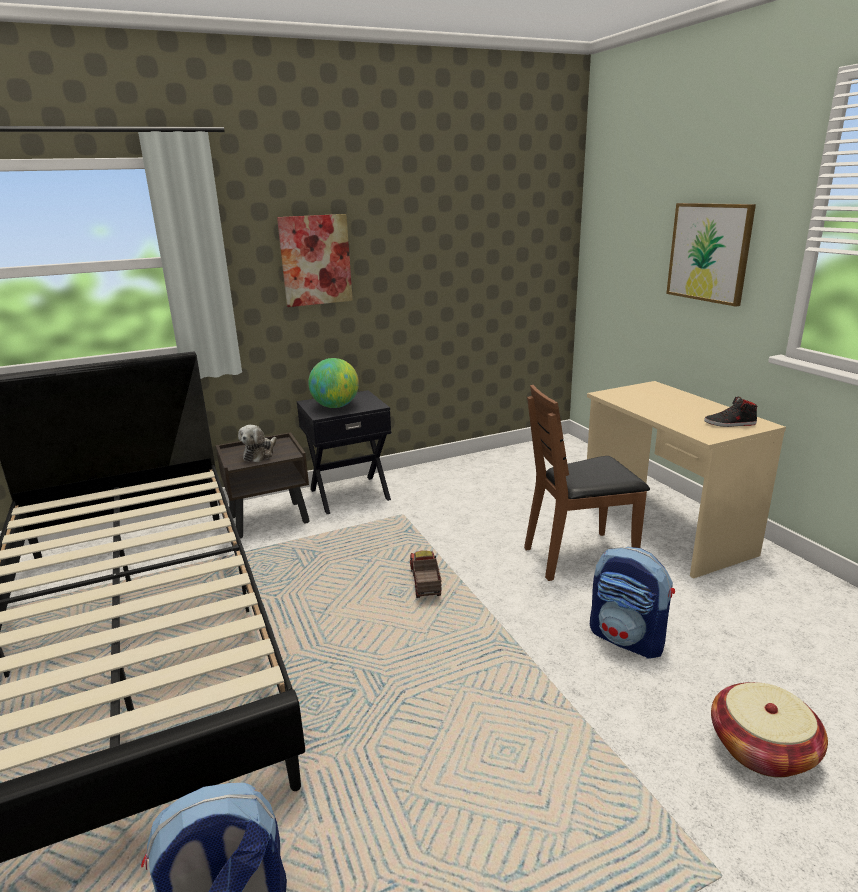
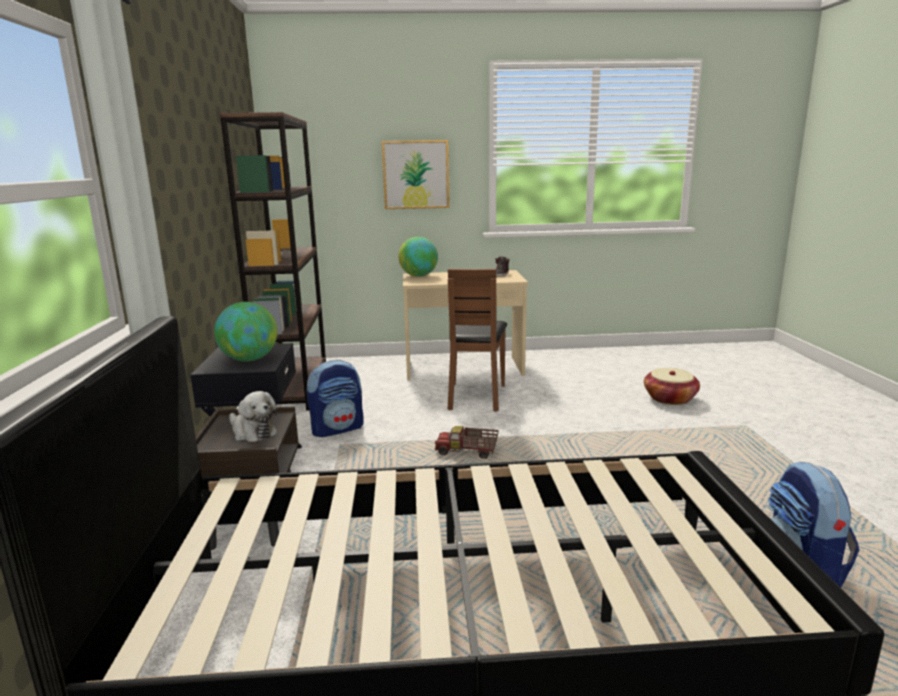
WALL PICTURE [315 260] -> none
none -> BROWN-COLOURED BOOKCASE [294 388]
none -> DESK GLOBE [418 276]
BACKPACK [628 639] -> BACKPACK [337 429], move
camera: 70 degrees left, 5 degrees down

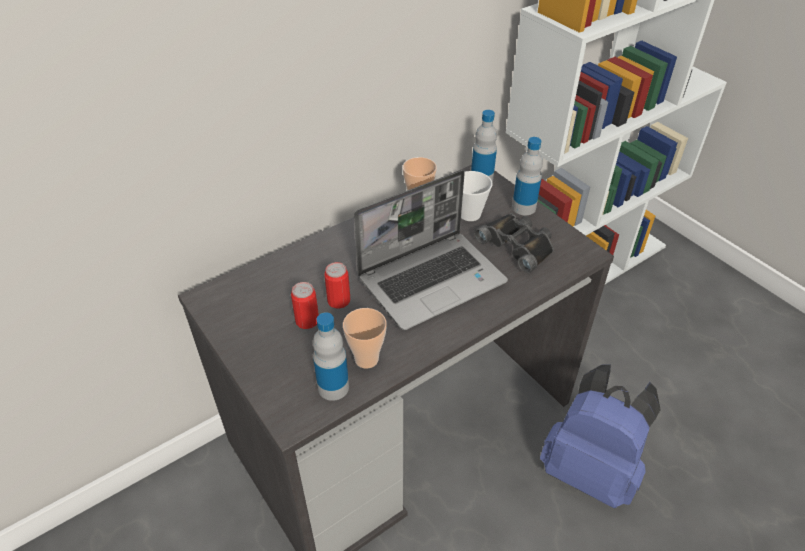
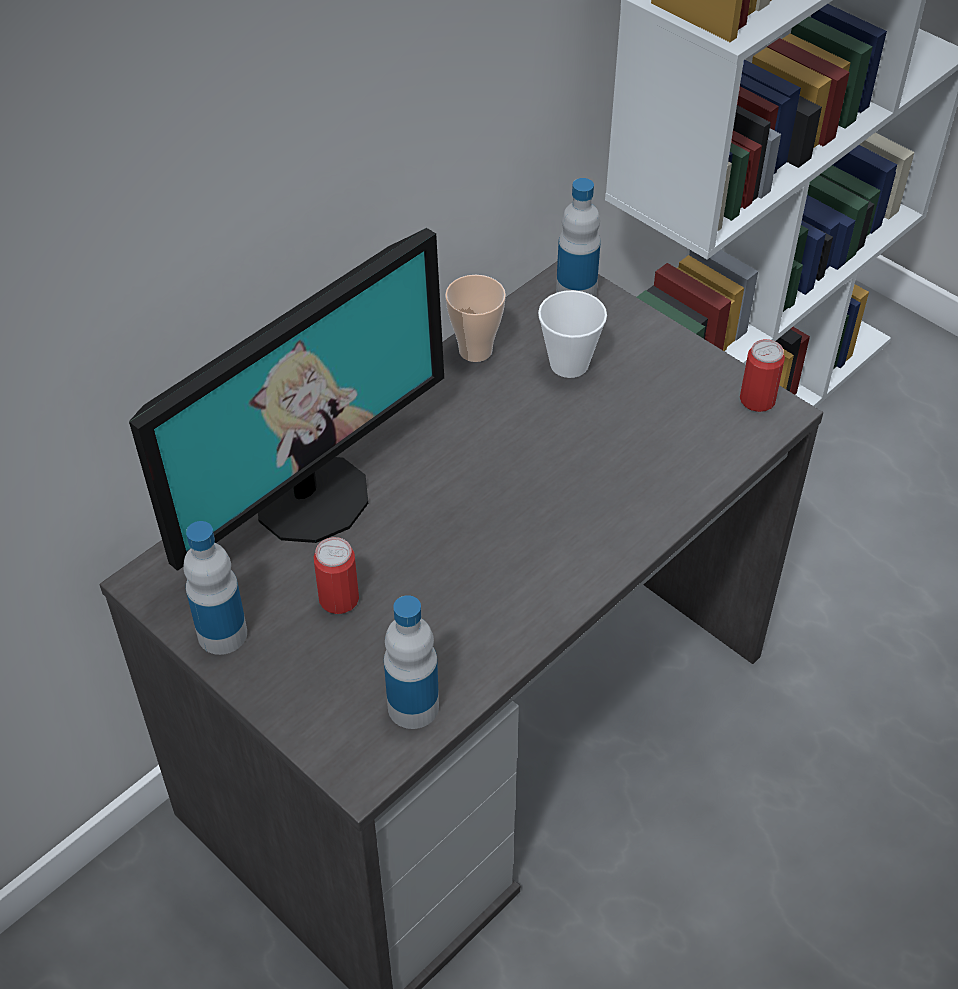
DRINKING CUP [366 359] -> none
LAPTOP [432 279] -> none
BLACK PAIR OF BINOCULARS [517 245] -> none
BLUE BACKPACK [589 470] -> none
none -> COMPUTER SCREEN [311 497]
CAN [339 300] -> CAN [757 400], move
BEVERAGE BOTTLE [523 207] -> BEVERAGE BOTTLE [222 634], move
camera: 10 degrees left, 5 degrees up

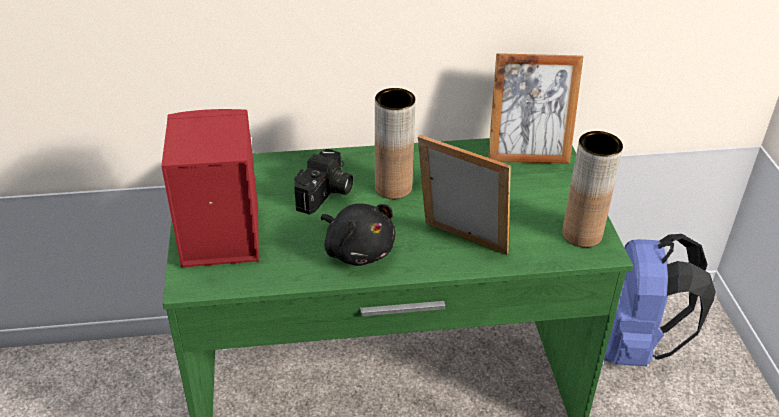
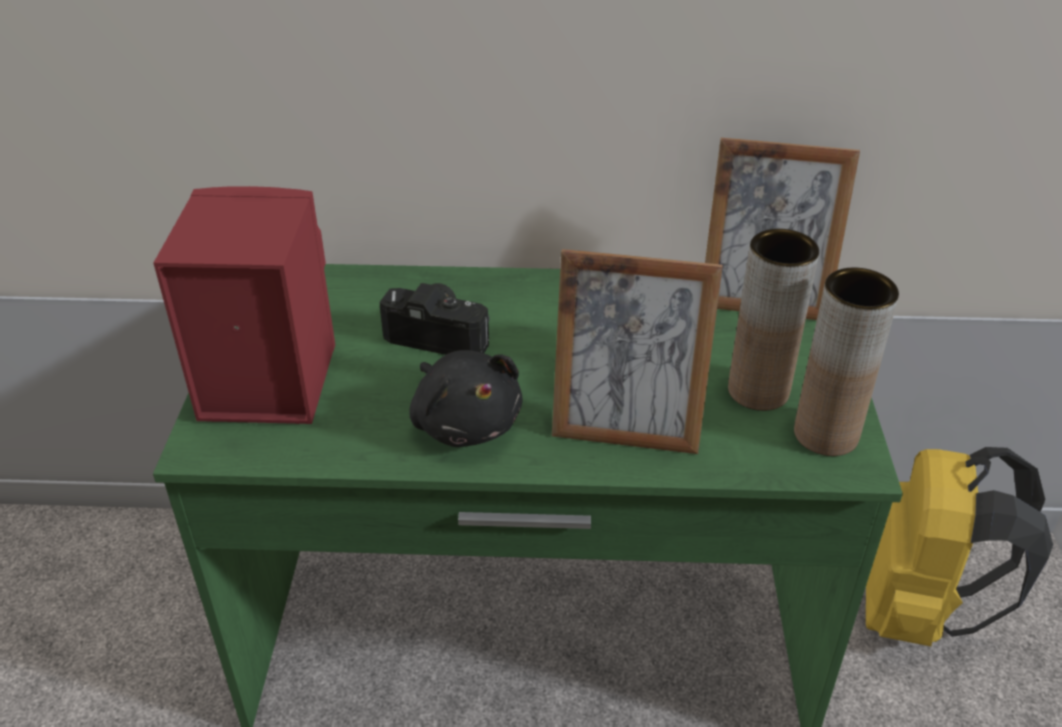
BROWN-COLOURED FLOWER VASE [393 188] -> BROWN-COLOURED FLOWER VASE [758 391], move
BLUE BACKPACK [634 345] -> YELLOWISH BACKPACK [918 609]
PHOTO CAMERA [326 195] -> PHOTO CAMERA [441 334], 105 degrees counterclockwise
PICTURE FRAME [460 244] -> PICTURE FRAME [626 430], 150 degrees clockwise
camera: 10 degrees right, 0 degrees up

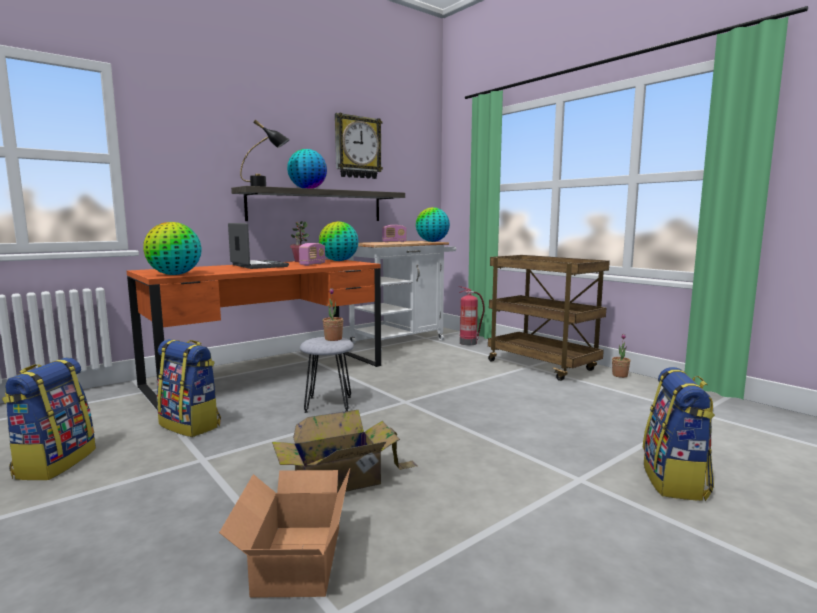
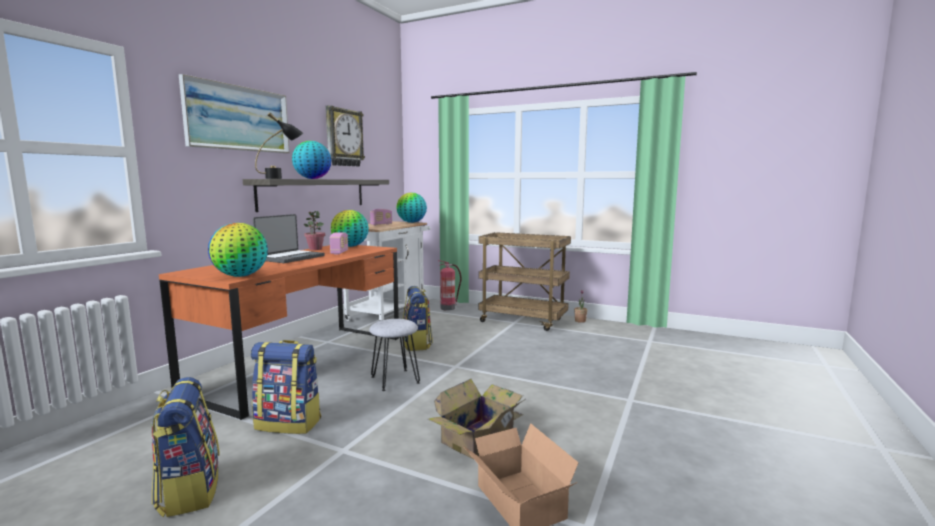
HOUSEPLANT [333 339] -> none
none -> WALL PICTURE [238 118]
BACKPACK [675 481] -> BACKPACK [417 344], move
LAPTOP [257 266] -> LAPTOP [290 258], 90 degrees clockwise
camera: 25 degrees left, 0 degrees up

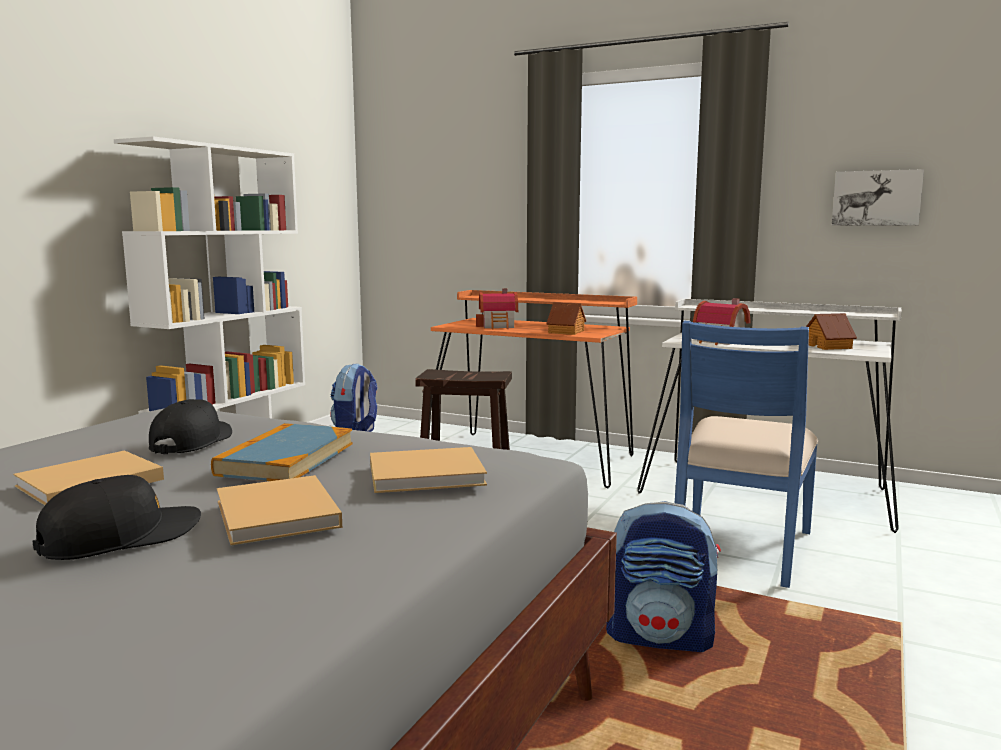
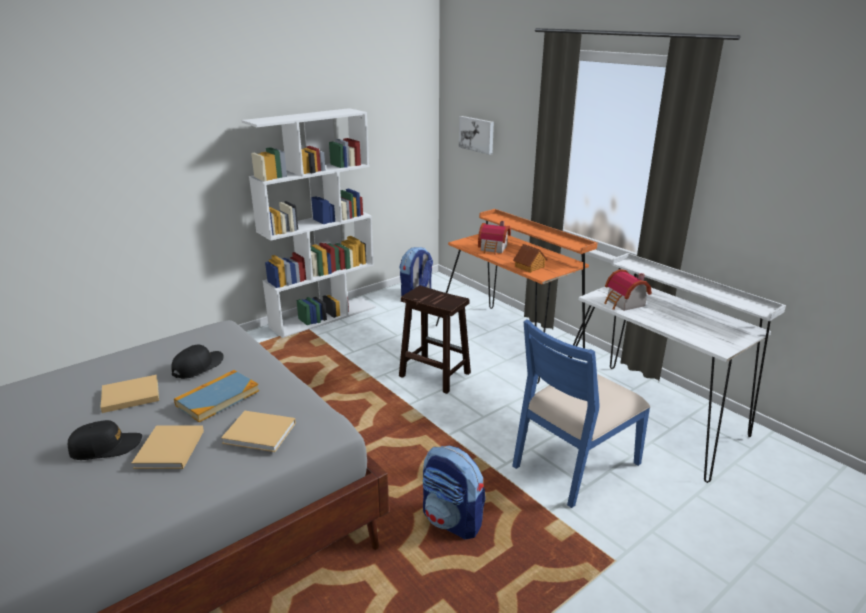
MINIATURE HOUSE [828 346] -> none
WALL PICTURE [876 198] -> WALL PICTURE [477 134], move
camera: 25 degrees right, 15 degrees up

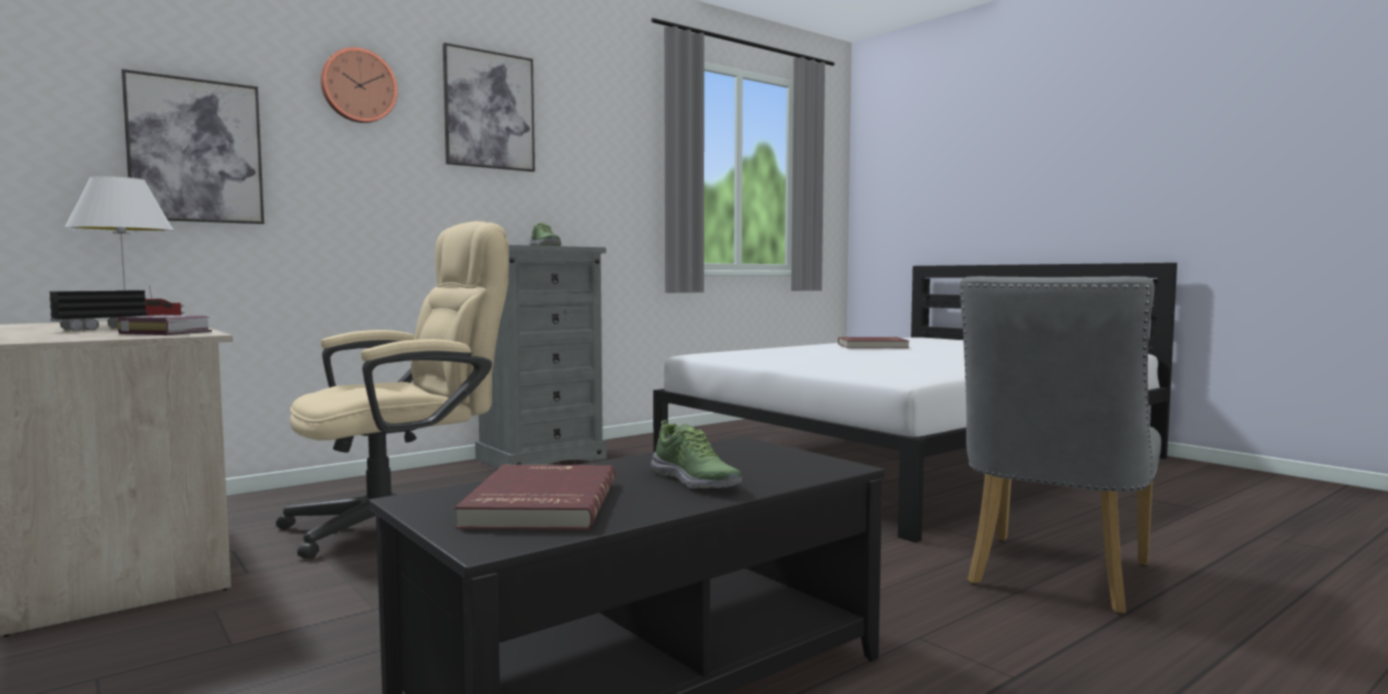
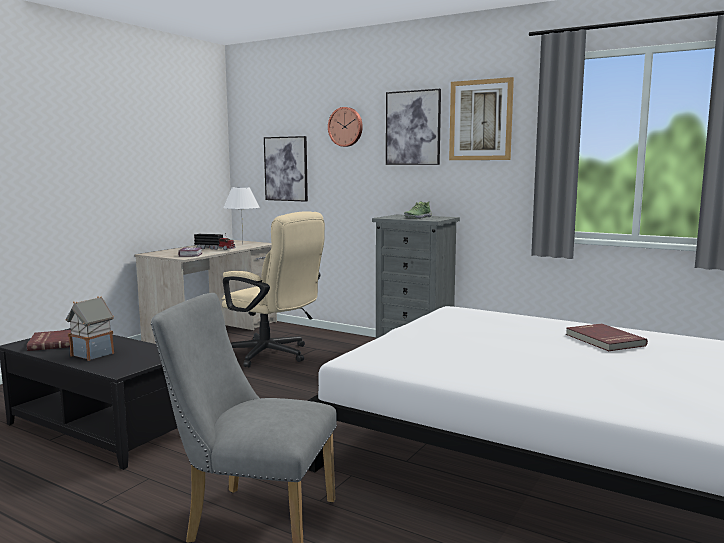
none -> WALL PICTURE [480 120]
ITEM OF FOOTWEAR [695 481] -> MINIATURE HOUSE [93 354]
camera: 70 degrees right, 5 degrees up

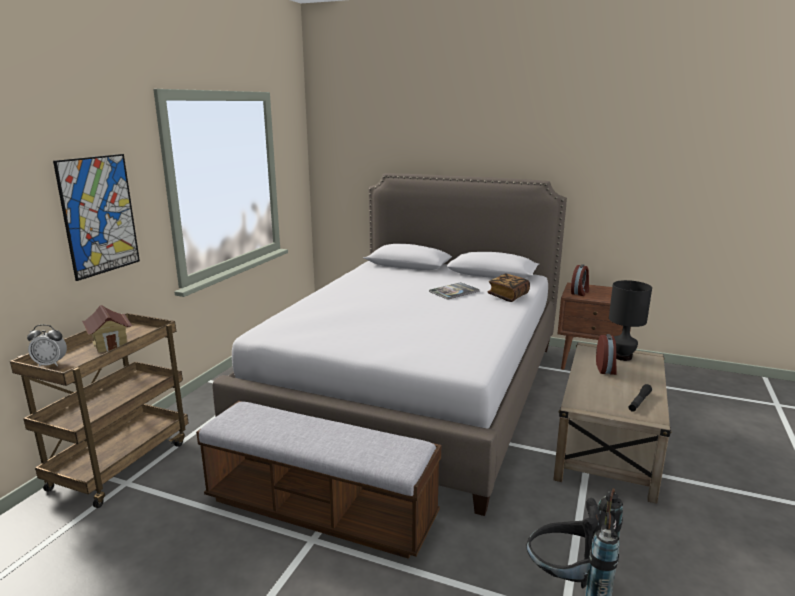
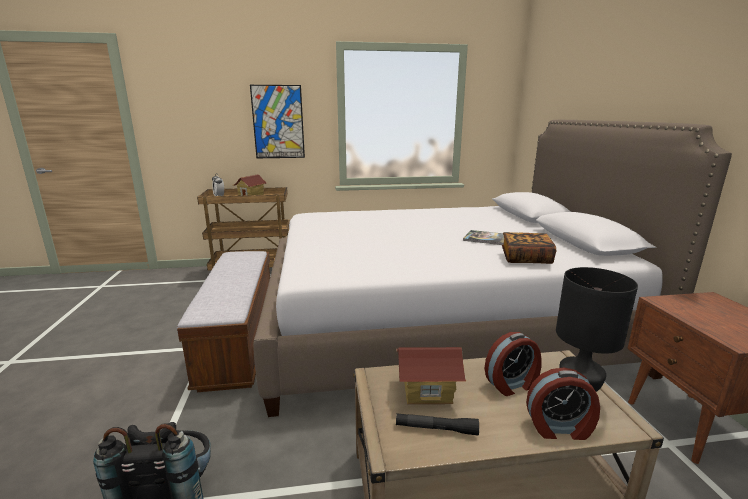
none -> MINIATURE HOUSE [427 391]
ALARM CLOCK [580 292] -> ALARM CLOCK [559 428], move
camera: 60 degrees right, 0 degrees up

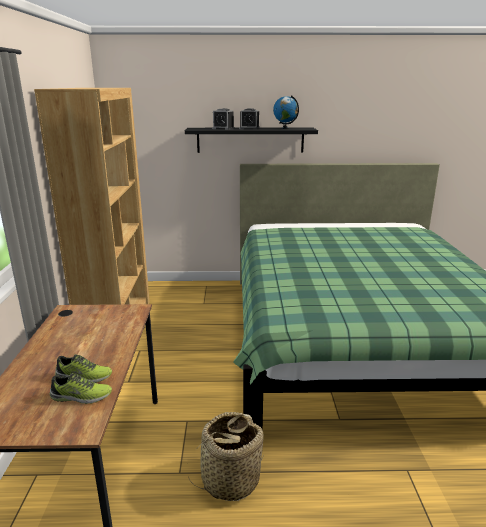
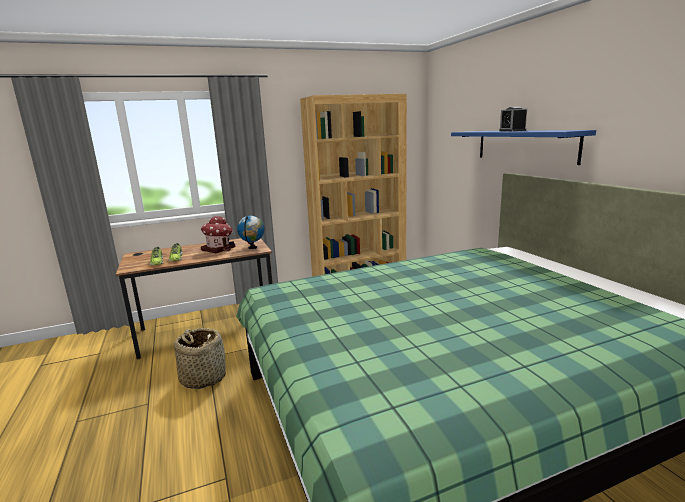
ALARM CLOCK [223 128] -> none
none -> MINIATURE HOUSE [219 249]
DESK GLOBE [285 128] -> DESK GLOBE [253 247], move
BLACK WALL SHELF [250 140] -> BLUE WALL SHELF [524 145]
camera: 70 degrees right, 5 degrees down

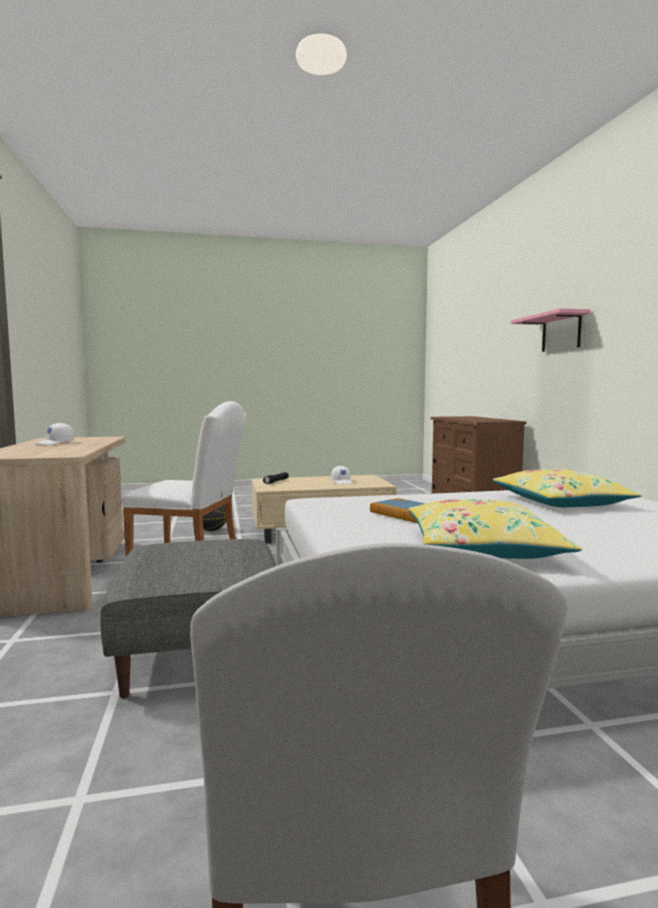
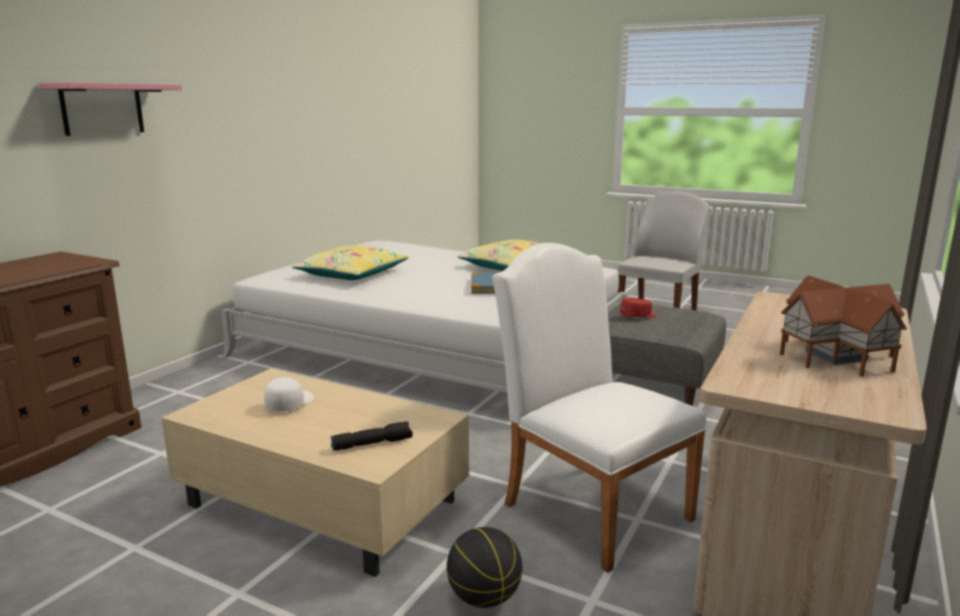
none -> RED-COLOURED BASEBALL CAP [638 316]
WHITISH BASEBALL CAP [55 443] -> MINIATURE HOUSE [833 355]
camera: 140 degrees left, 10 degrees up

